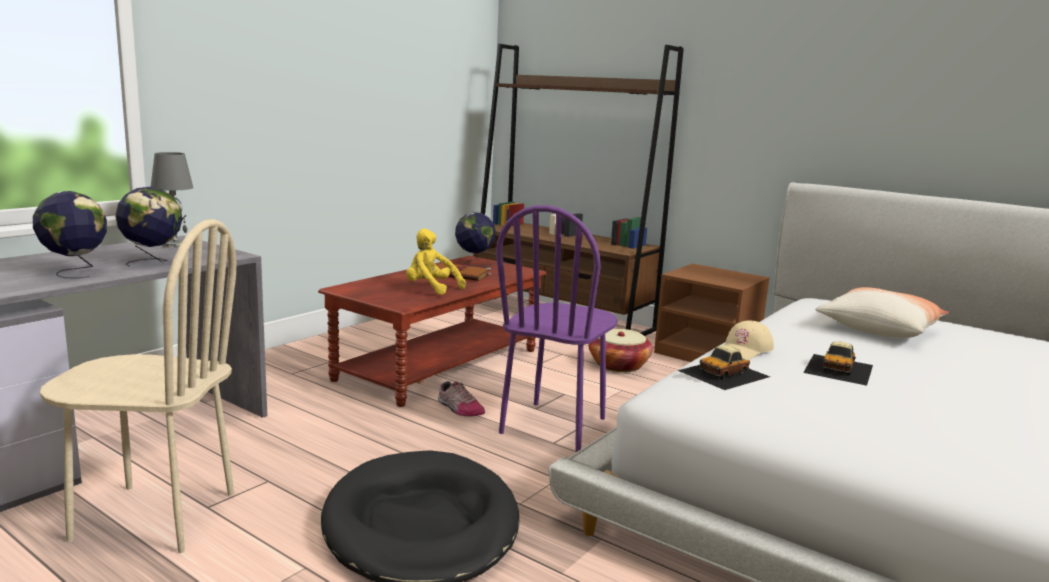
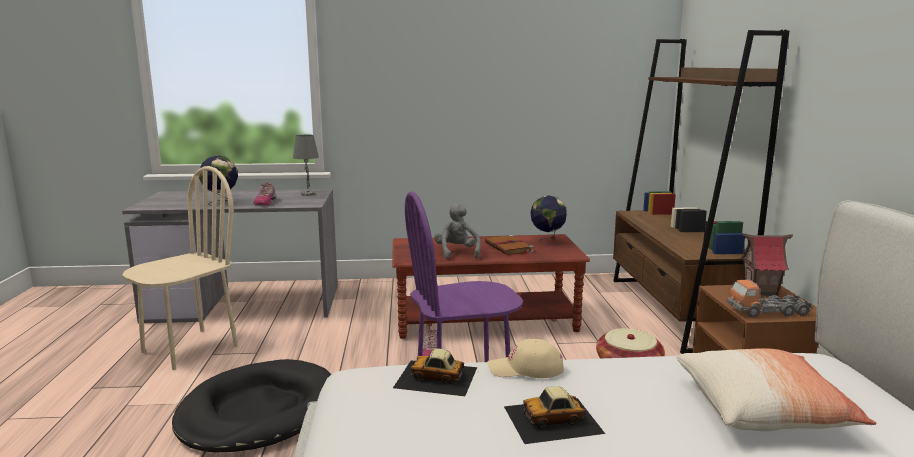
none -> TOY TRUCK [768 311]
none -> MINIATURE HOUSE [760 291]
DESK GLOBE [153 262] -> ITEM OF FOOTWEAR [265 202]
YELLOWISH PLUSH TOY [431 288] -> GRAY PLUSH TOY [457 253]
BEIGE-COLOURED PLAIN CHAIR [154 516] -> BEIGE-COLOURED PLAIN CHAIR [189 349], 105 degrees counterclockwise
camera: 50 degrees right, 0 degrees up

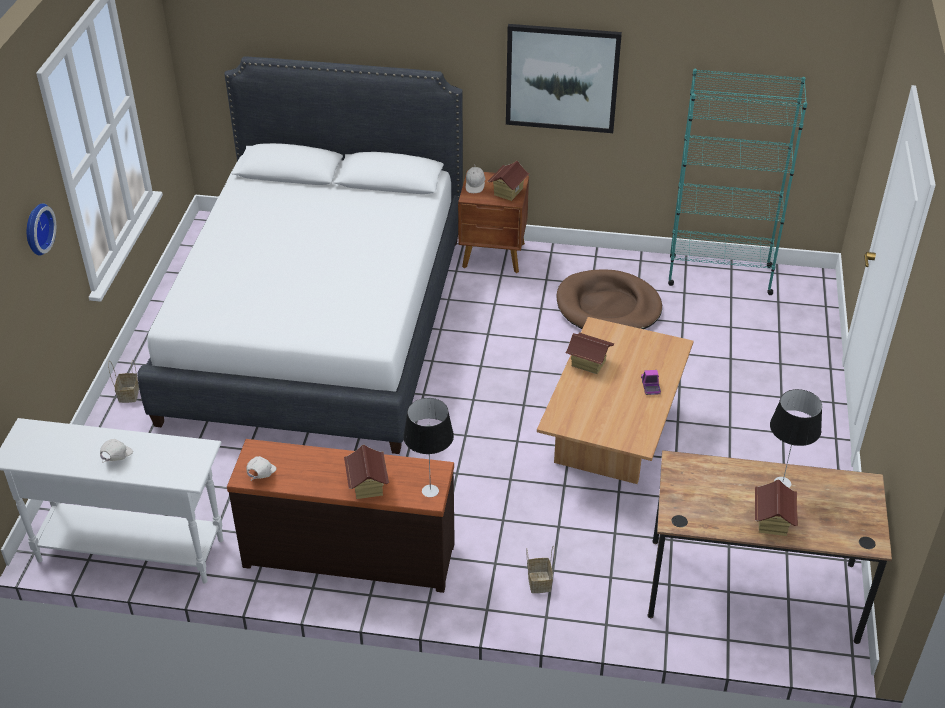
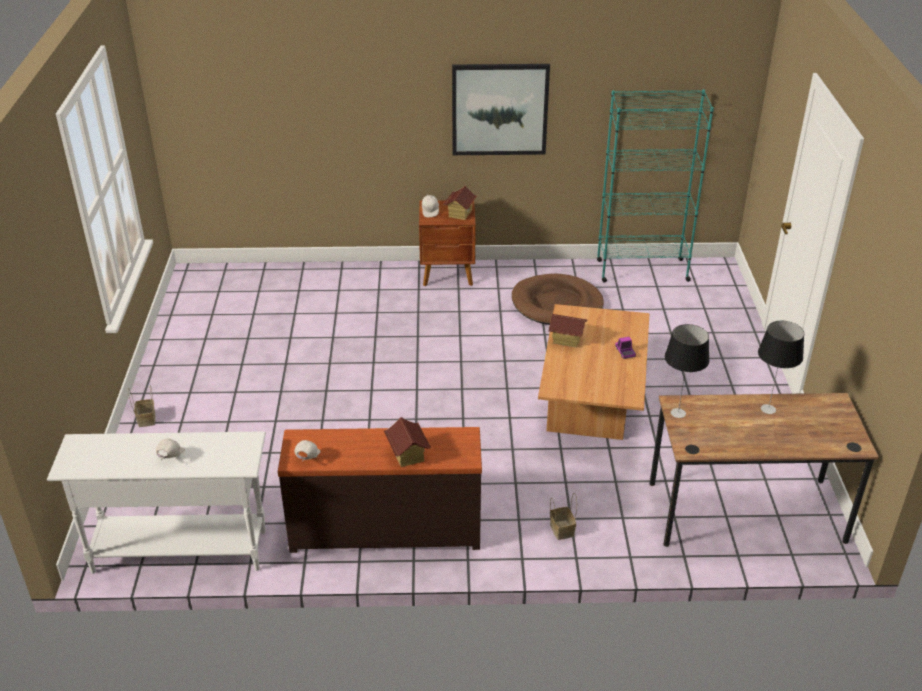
CLOCK ON THE WALL [36 229] -> none
WHITISH BED [319 325] -> none
MINIATURE HOUSE [772 521] -> none
TABLE LAMP [430 490] -> TABLE LAMP [677 412], move
camera: 10 degrees left, 5 degrees down

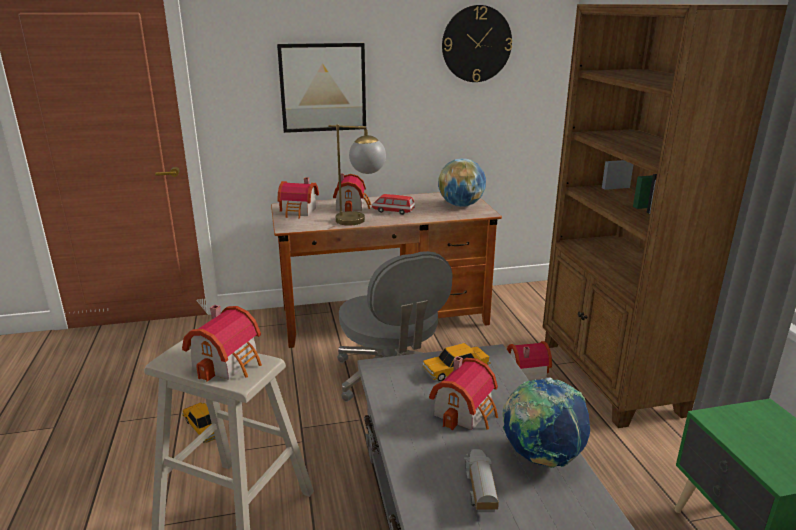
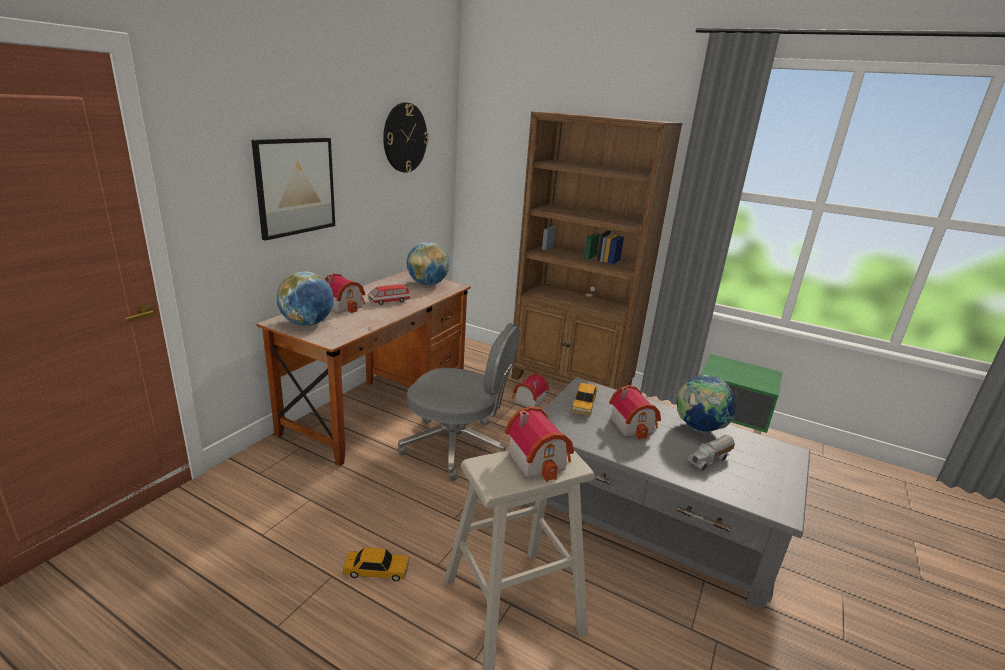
TABLE LAMP [361 221] -> none
MINIATURE HOUSE [299 212] -> DESK GLOBE [307 323]
TOY TRUCK [479 490] -> TOY TRUCK [709 460], 75 degrees counterclockwise
camera: 50 degrees left, 0 degrees up

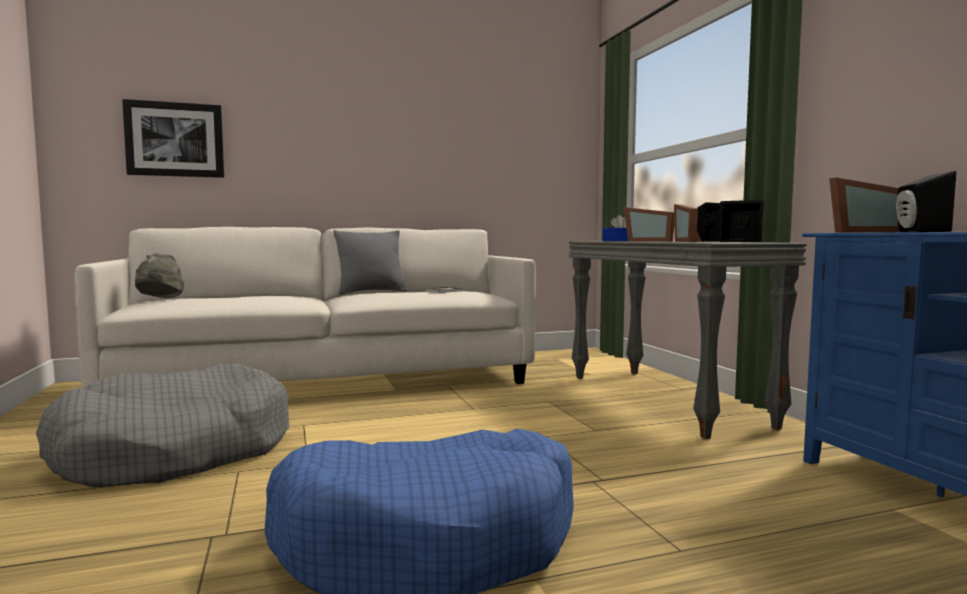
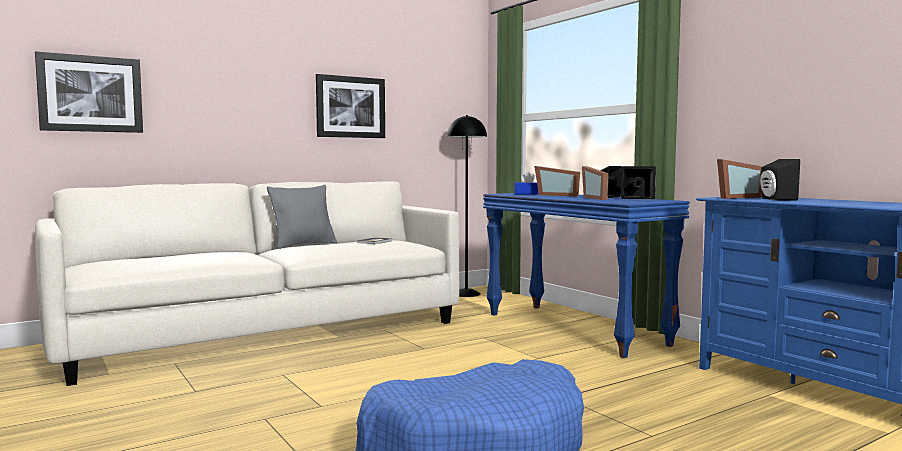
GRAY PET BED [175 451] -> none
GRAY CLOTHING HAT [159 299] -> none
none -> WALL PICTURE [350 107]
none -> BLACK STANDING LAMP [466 294]
GRAY HALL TABLE [664 399] -> BLUE HALL TABLE [575 329]
camera: 15 degrees left, 0 degrees up

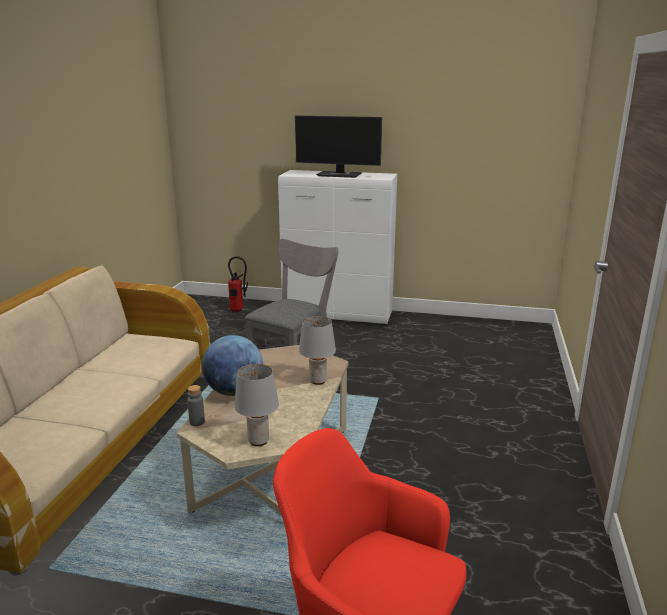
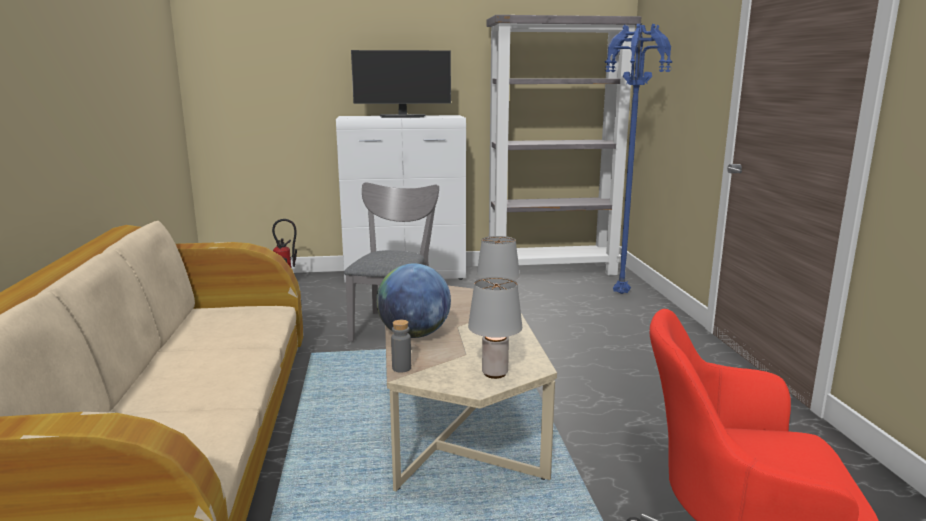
none -> GRAY BOOKCASE [552 271]
none -> BLUE STANDING LAMP [621 294]
camera: 20 degrees left, 5 degrees down

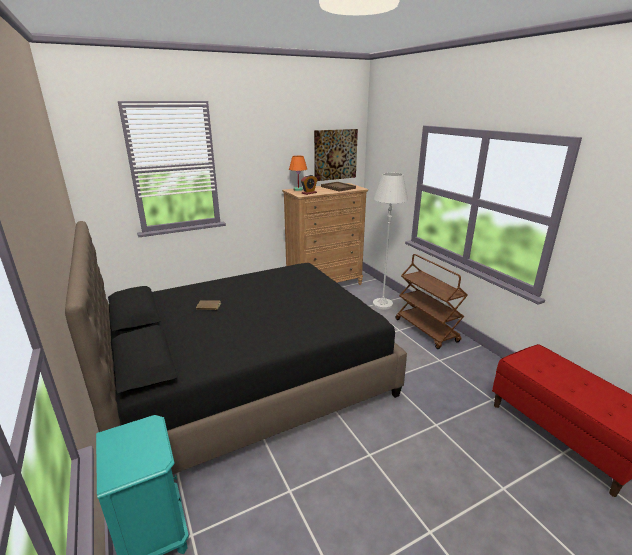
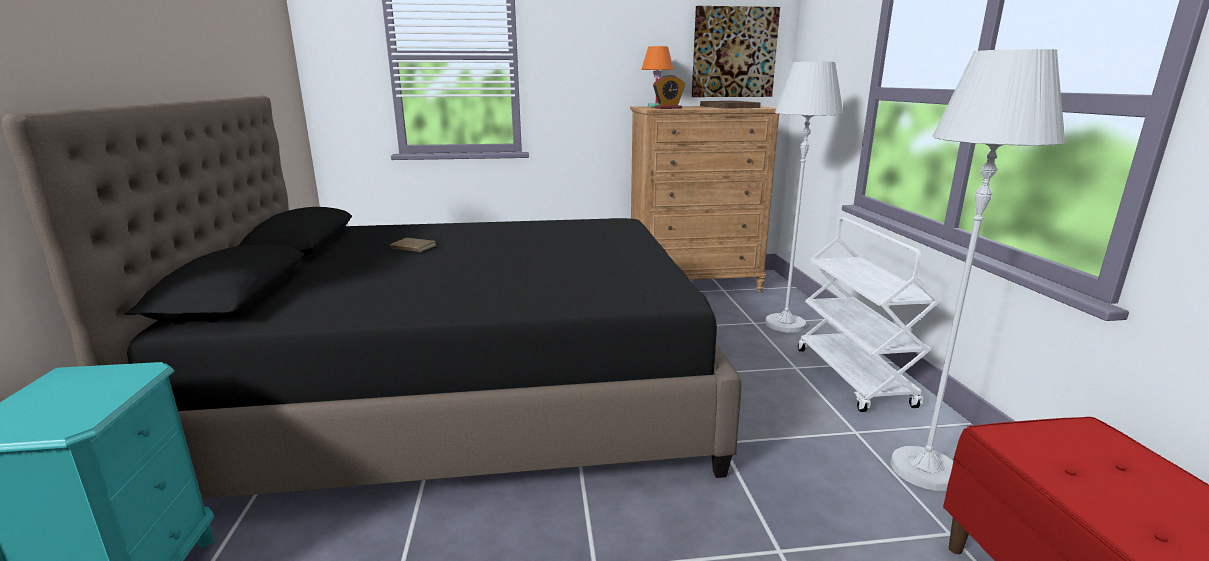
none -> WHITISH STANDING LAMP [924 470]
BROWN-COLOURED WHEELED CART [426 330] -> WHITISH WHEELED CART [854 377]
camera: 20 degrees right, 5 degrees down

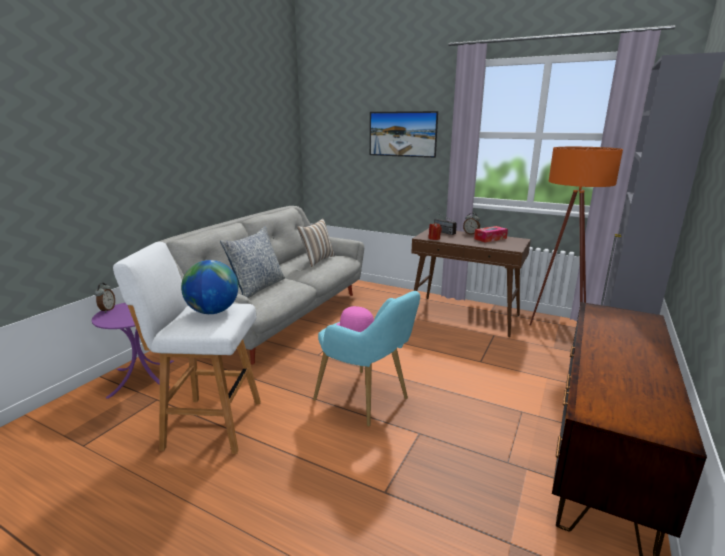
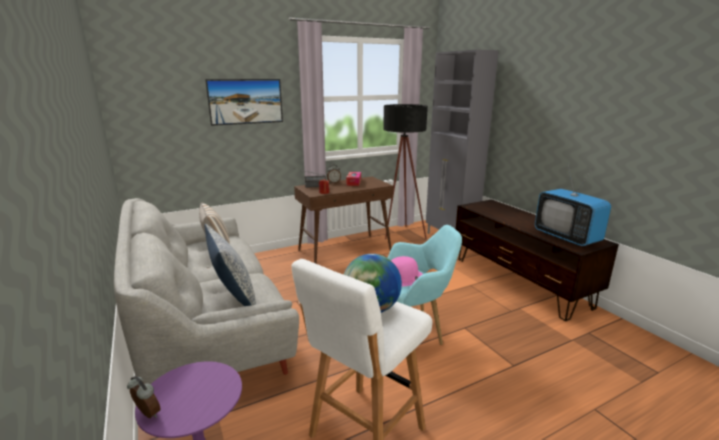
none -> TV SET [566 237]
ORANGE STANDING LAMP [557 330] -> BLACK STANDING LAMP [401 235]
camera: 55 degrees left, 0 degrees up

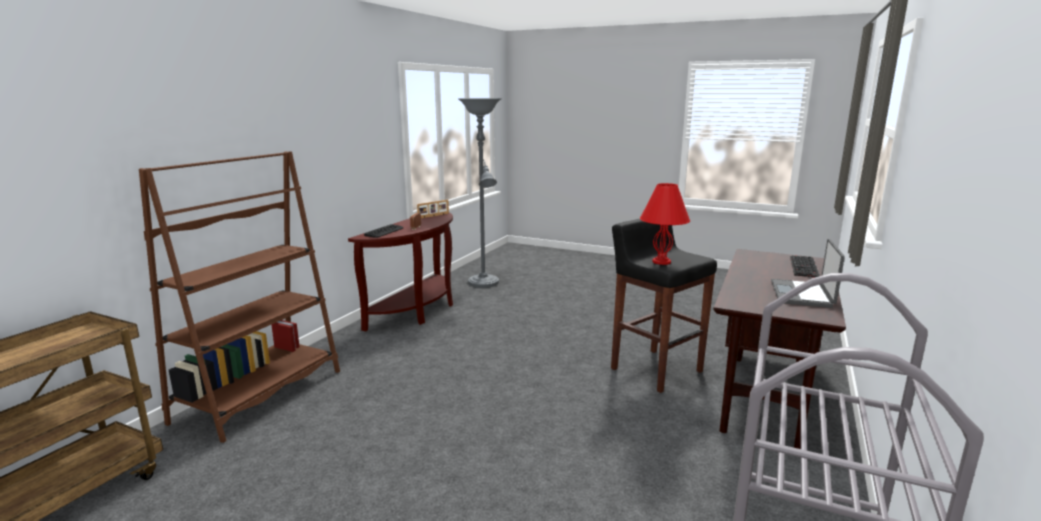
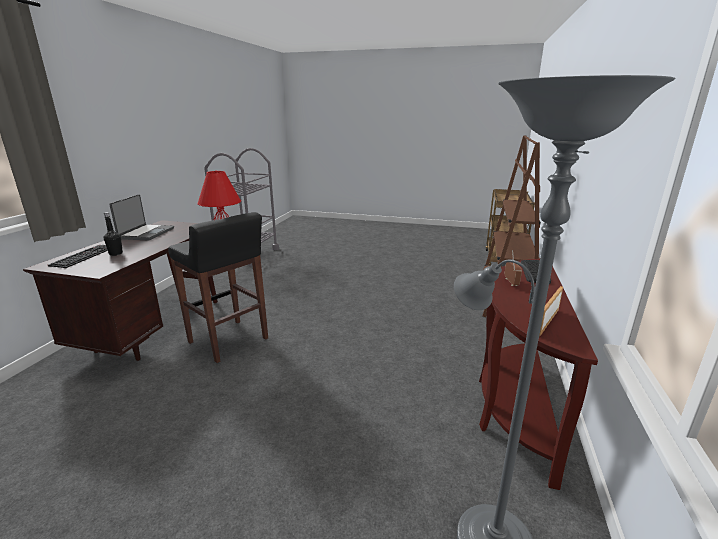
none -> BLACK BEVERAGE BOTTLE [116 254]
camera: 170 degrees right, 5 degrees up

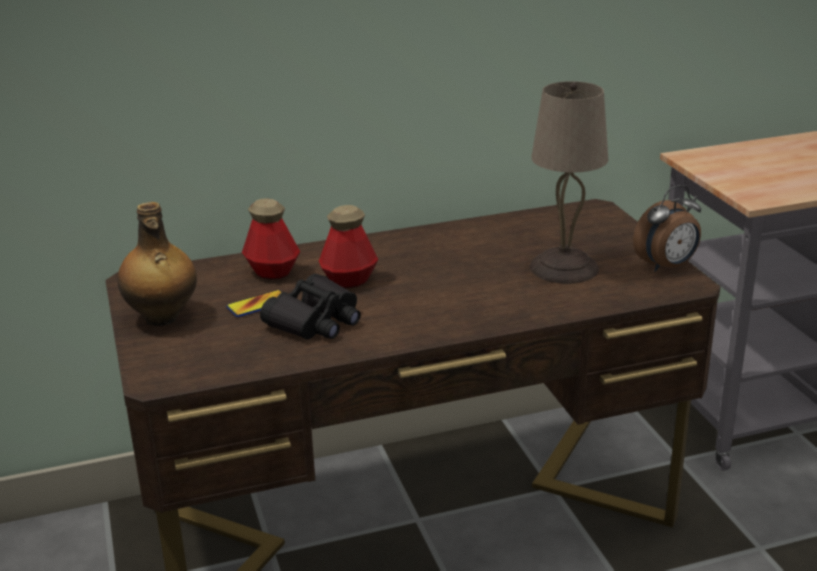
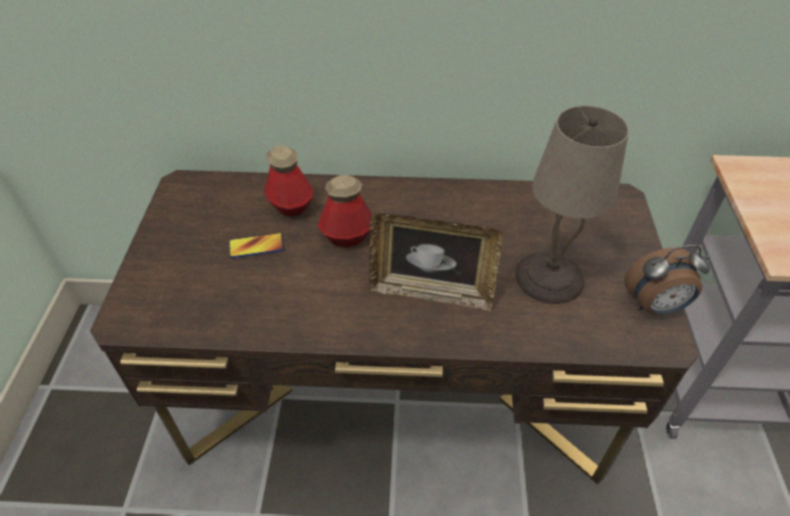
BEVERAGE BOTTLE [162 318] -> none
BLACK PAIR OF BINOCULARS [315 321] -> none
none -> PICTURE FRAME [431 291]
camera: 20 degrees right, 20 degrees up

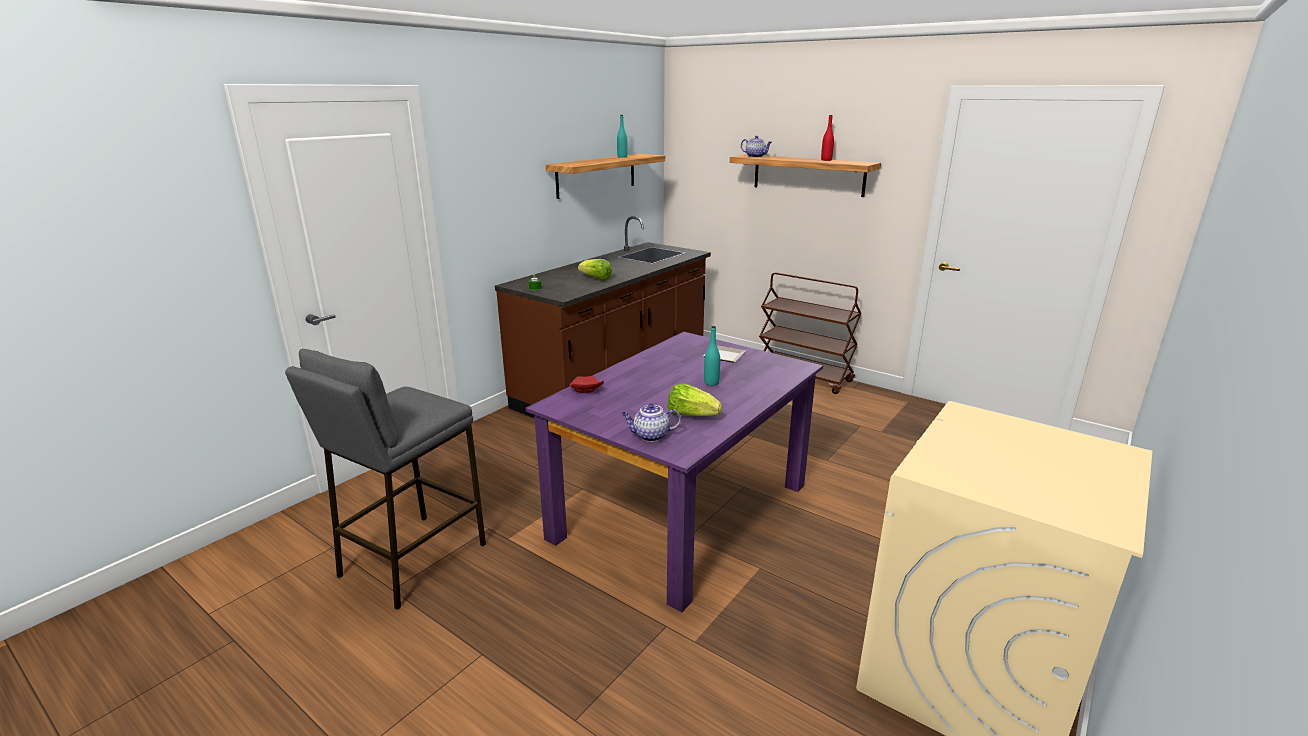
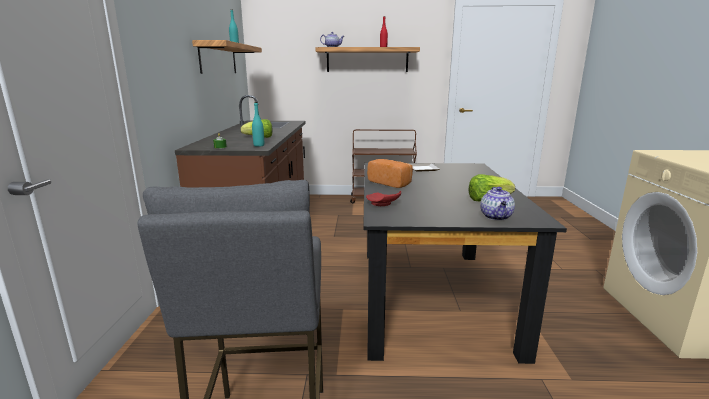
none -> BAKERY BREAD [391 183]
TURQUOISE BEVERAGE BOTTLE [711 383] -> TURQUOISE BEVERAGE BOTTLE [259 145], move
PURPLE DINNER TABLE [682 512] -> BLACK DINNER TABLE [433 297]
TEA POT [650 436] -> TEA POT [496 217], 45 degrees counterclockwise
camera: 35 degrees left, 5 degrees down

